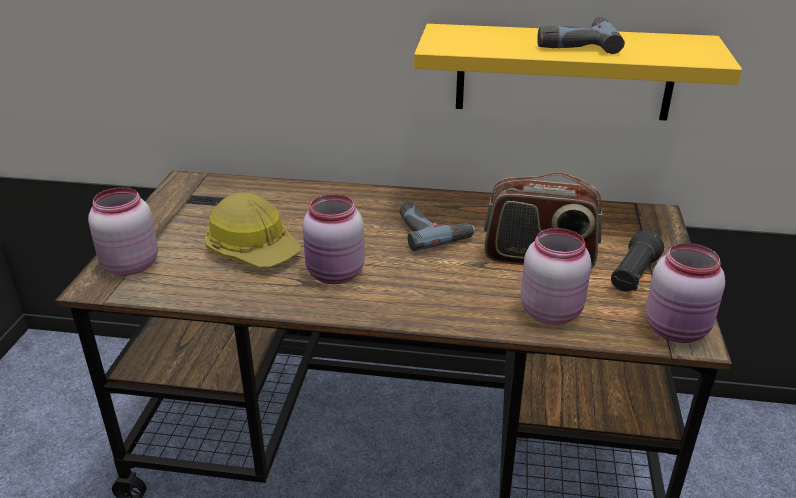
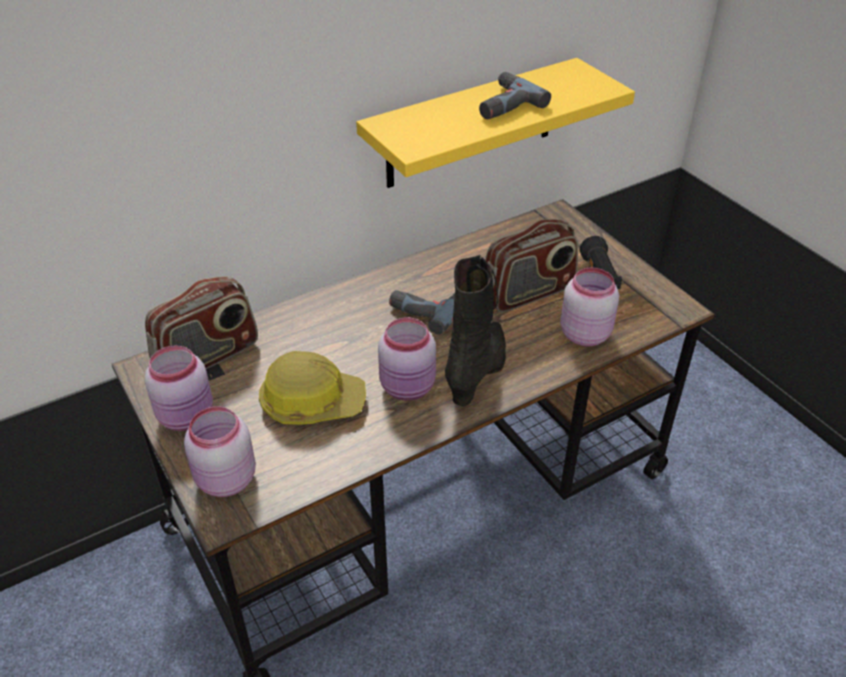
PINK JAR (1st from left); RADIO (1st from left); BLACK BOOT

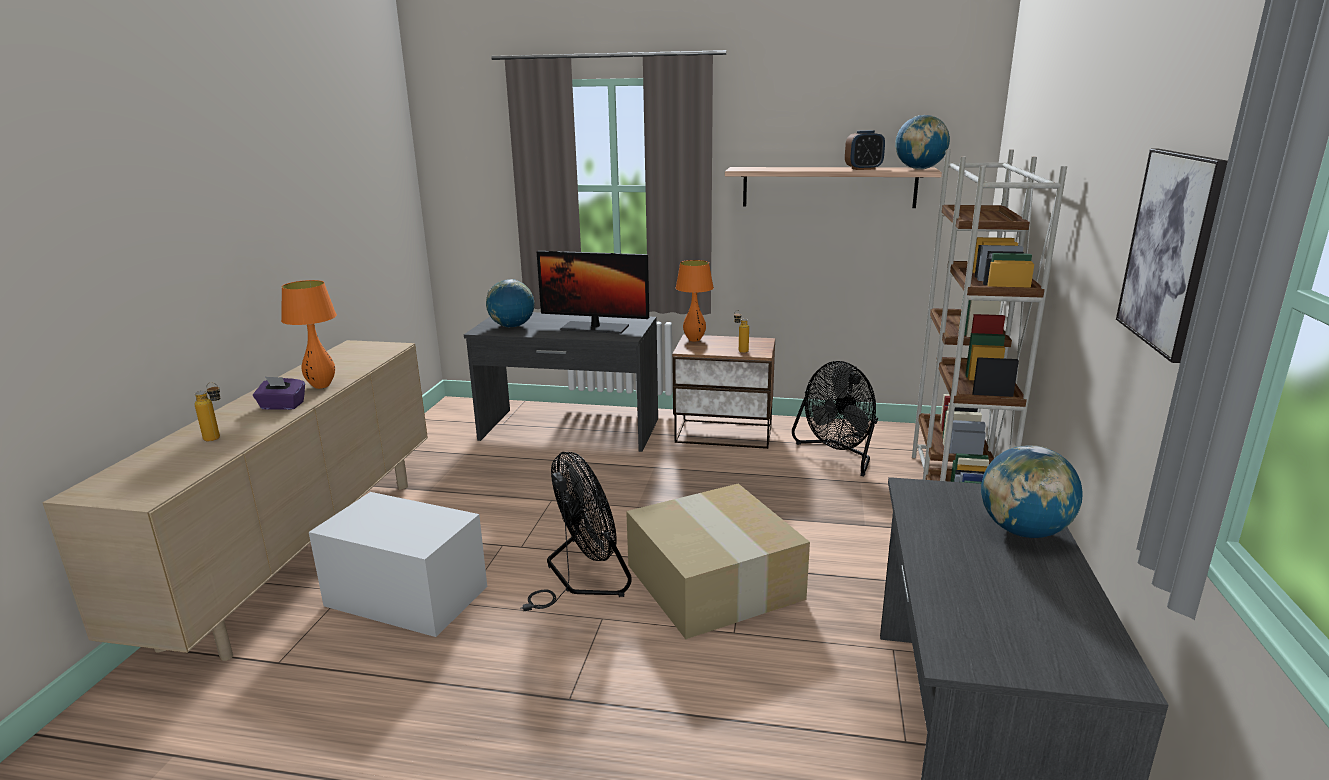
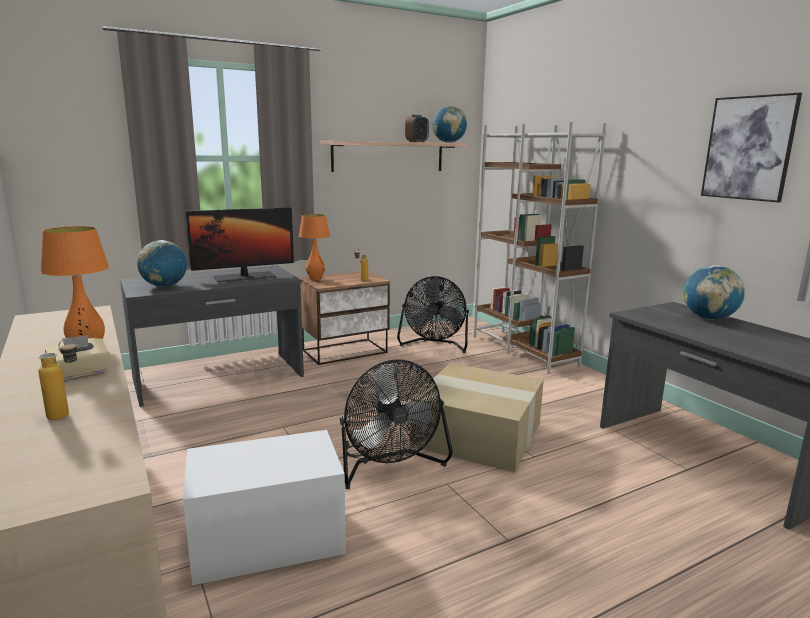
BEIGE TISSUE BOX; BLACK FAN (1st from left)

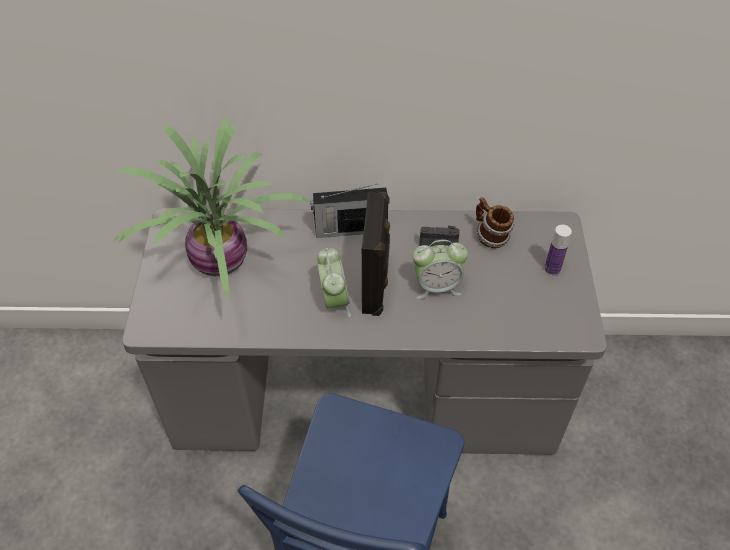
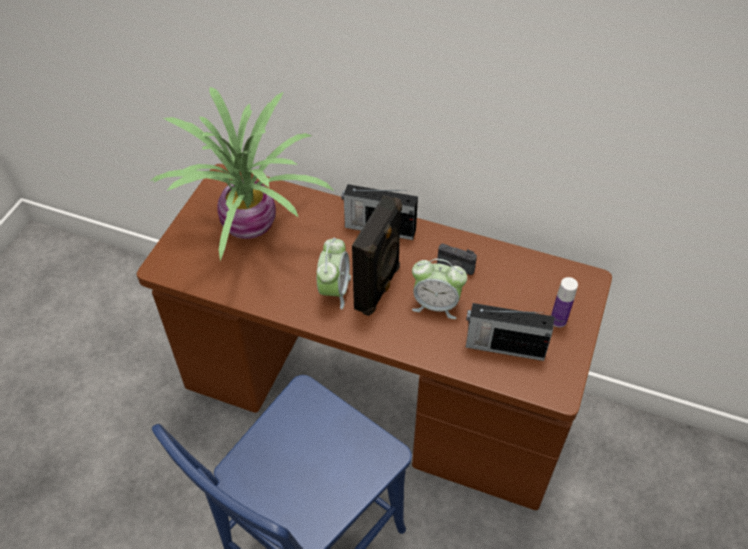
BROWN DESK; RADIO (2nd from left); MUG

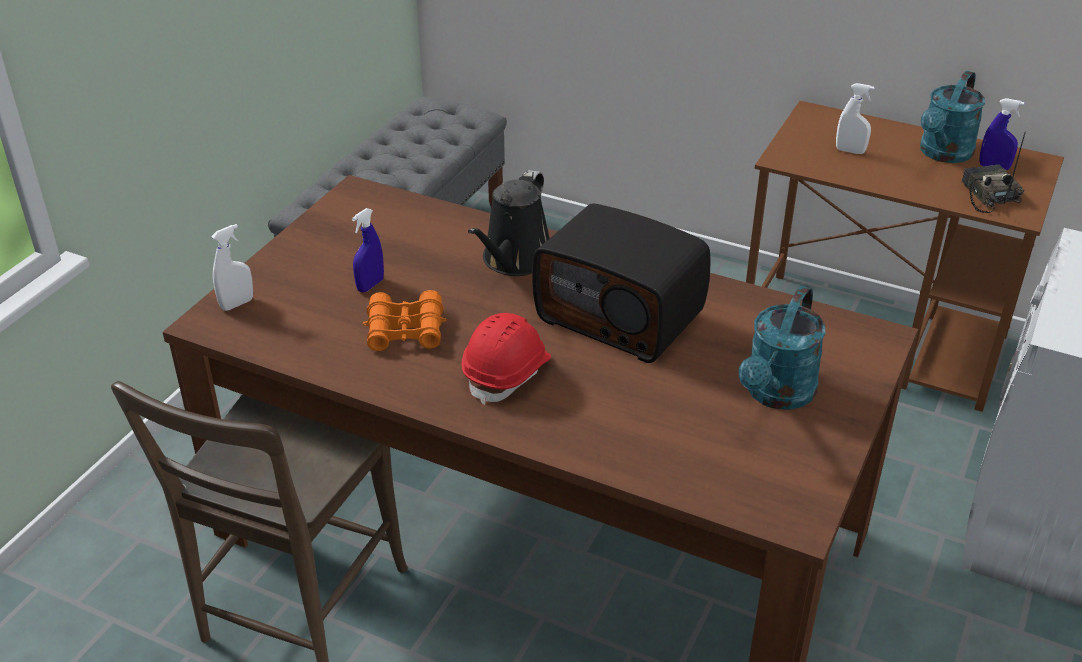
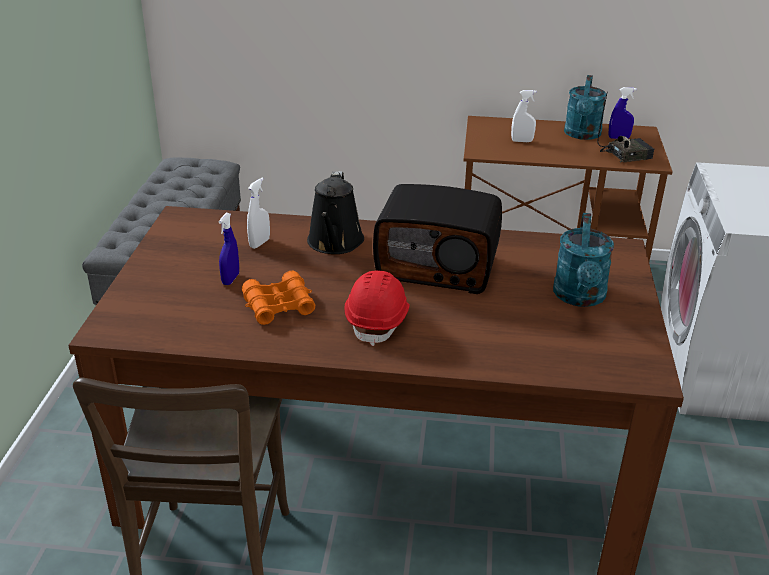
WHITE SPRAY BOTTLE (1st from left); RADIO (2nd from left)

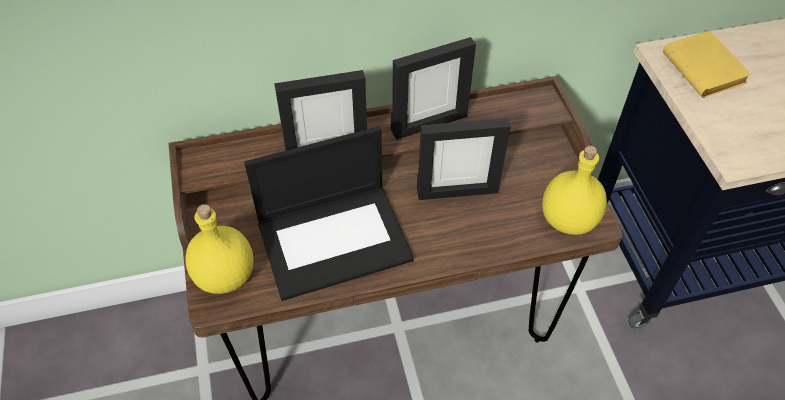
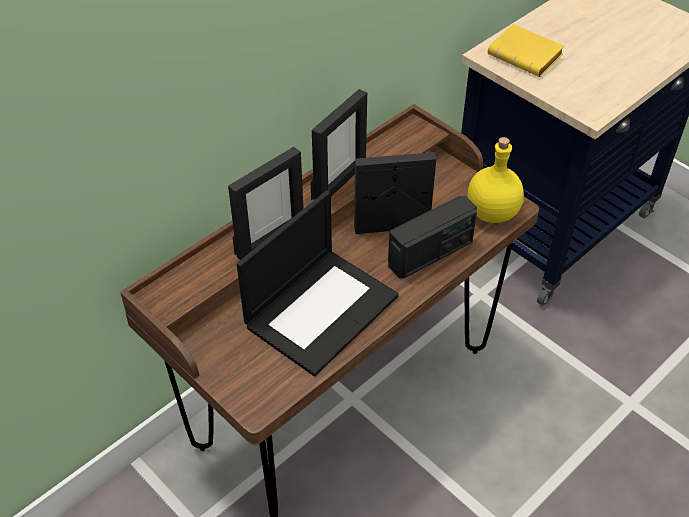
PICTURE FRAME (3rd from left); RADIO; YELLOW BOTTLE (1st from left in the first image)

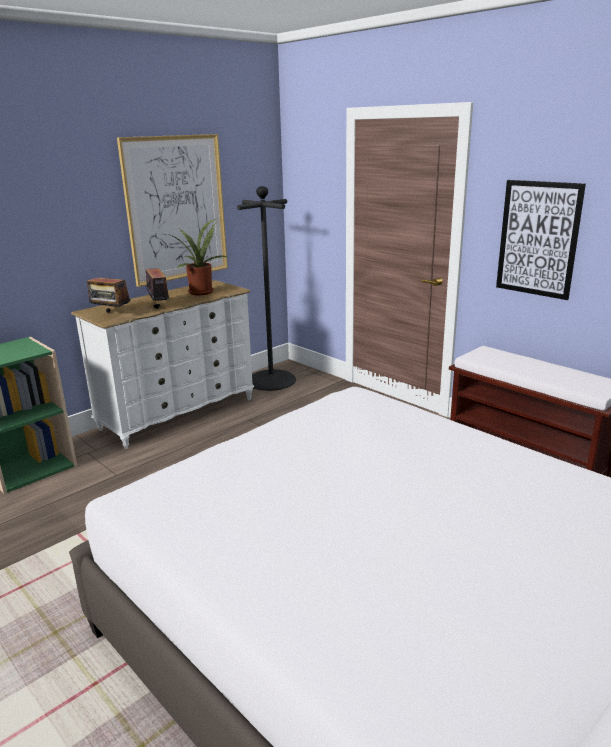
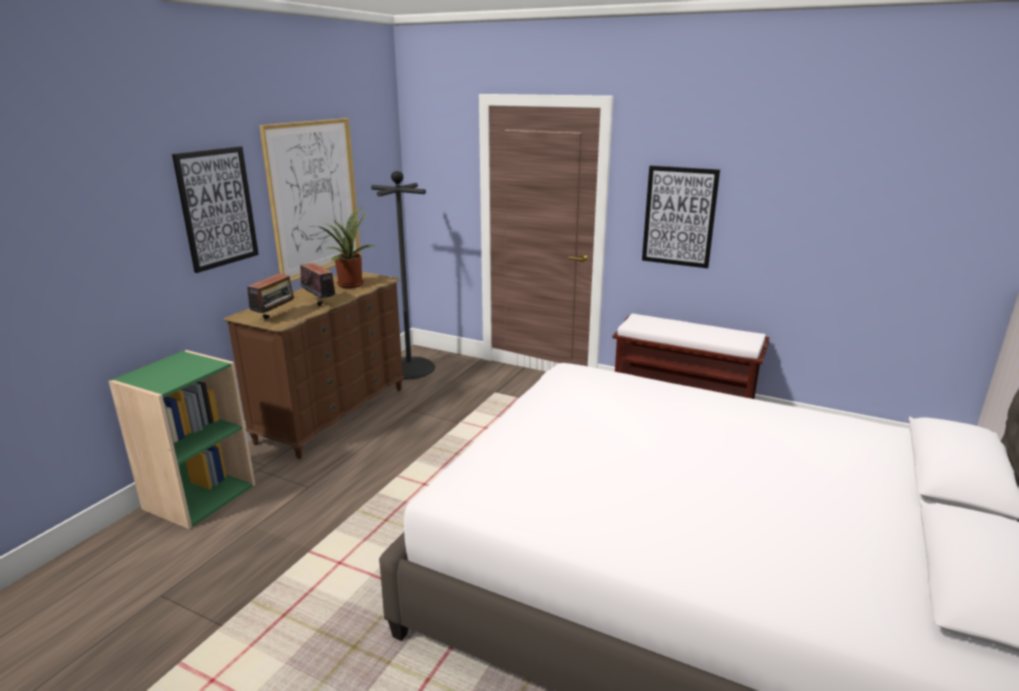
PICTURE (1st from left); BROWN DRESSER; RADIO (1st from left)

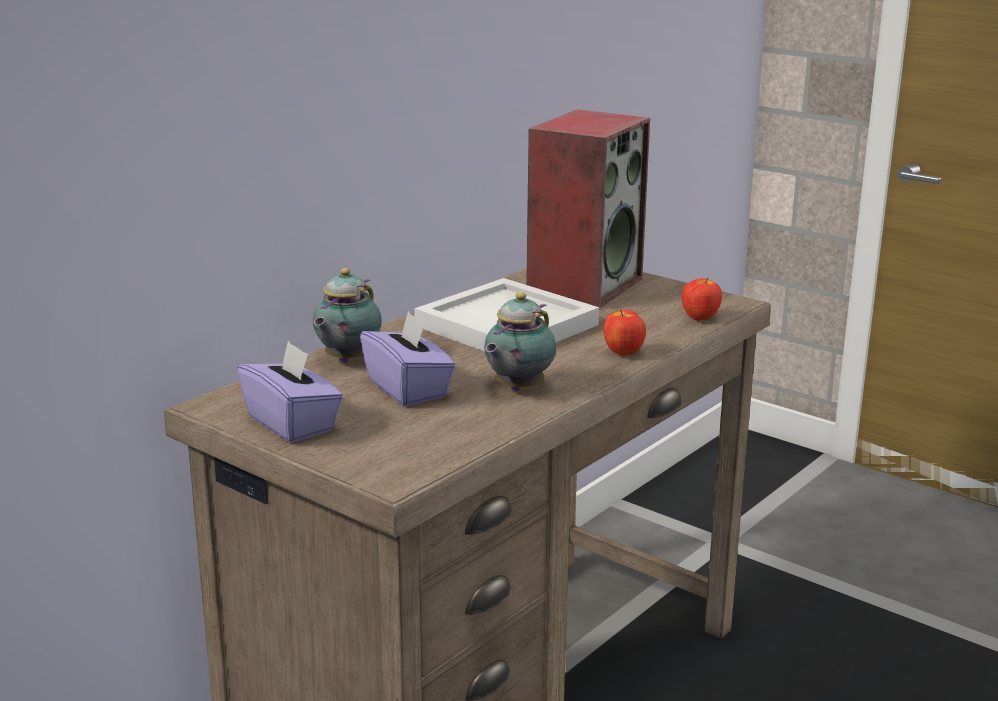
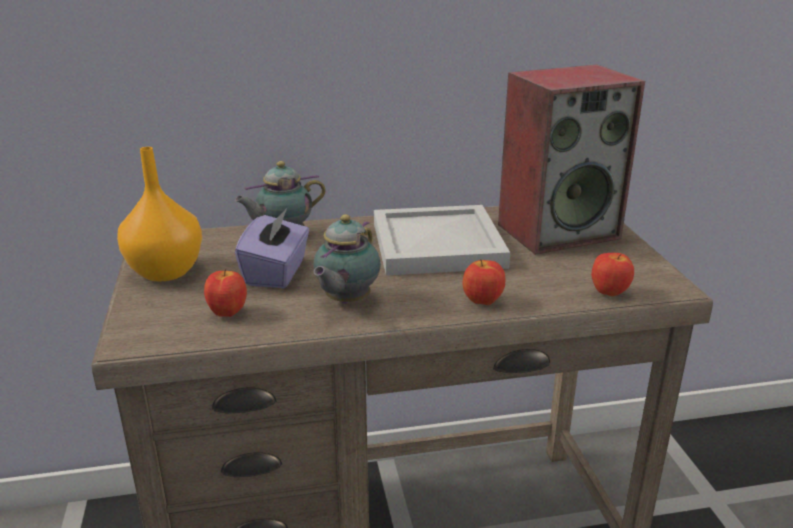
ORANGE VASE; APPLE (1st from left); TEAPOT (2nd from left)

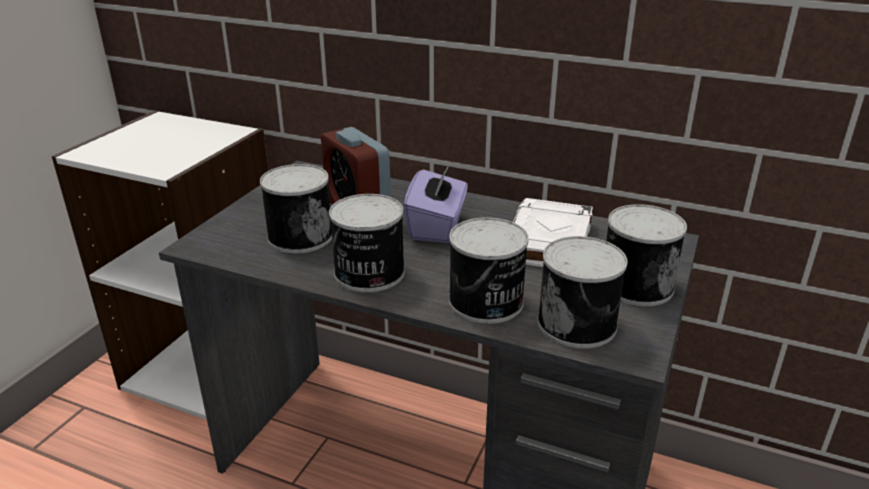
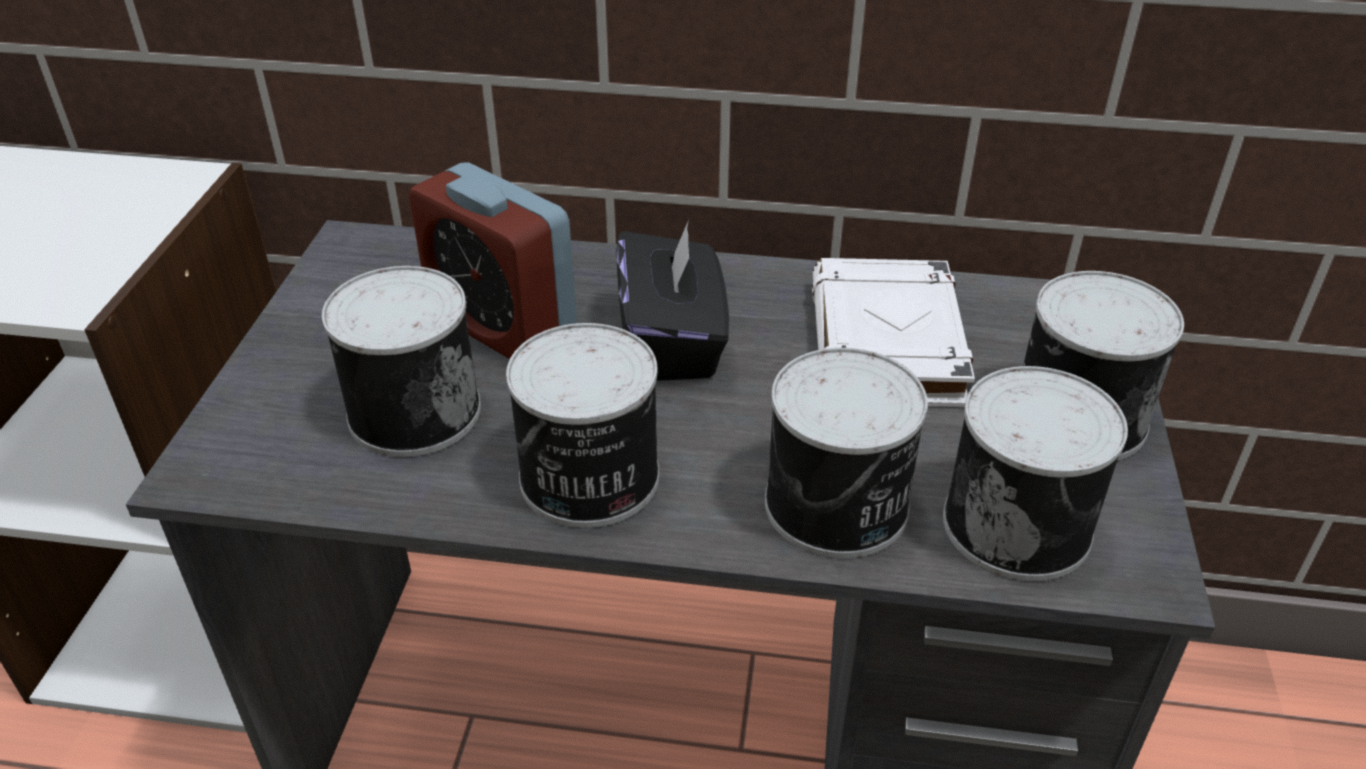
BLACK TISSUE BOX

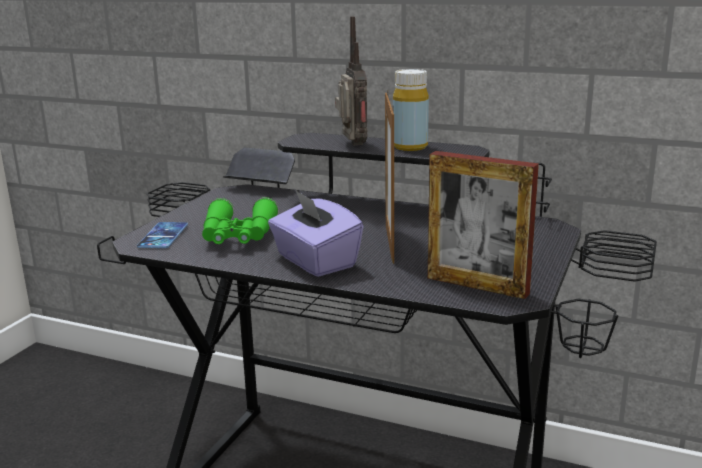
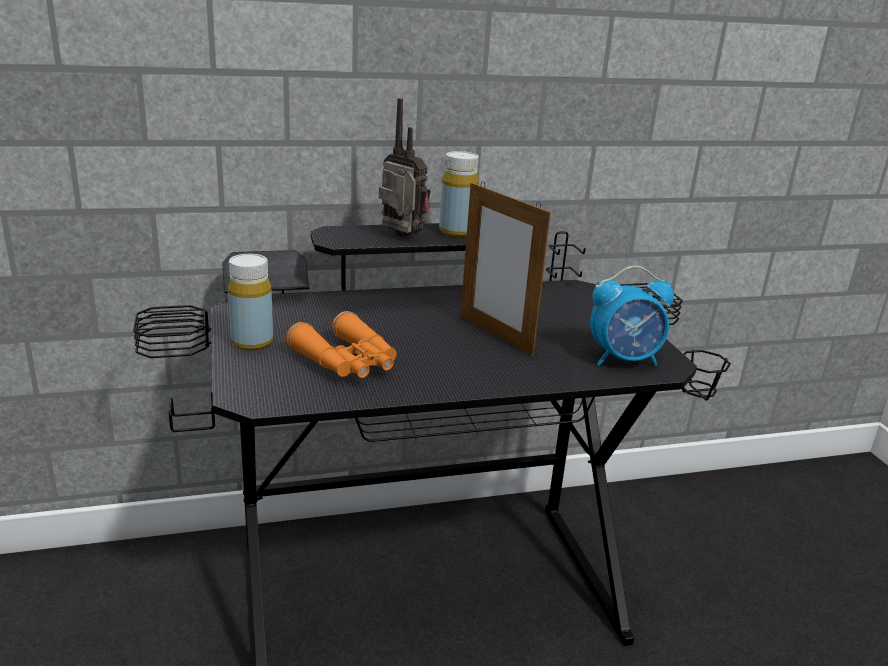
YELLOW BOTTLE (1st from left); ORANGE BINOCULARS; ALARM CLOCK; PHONE; PURPLE TISSUE BOX

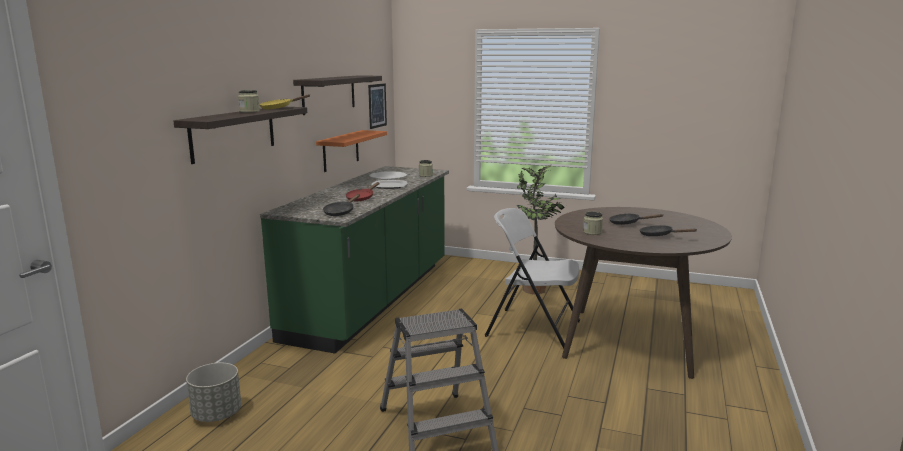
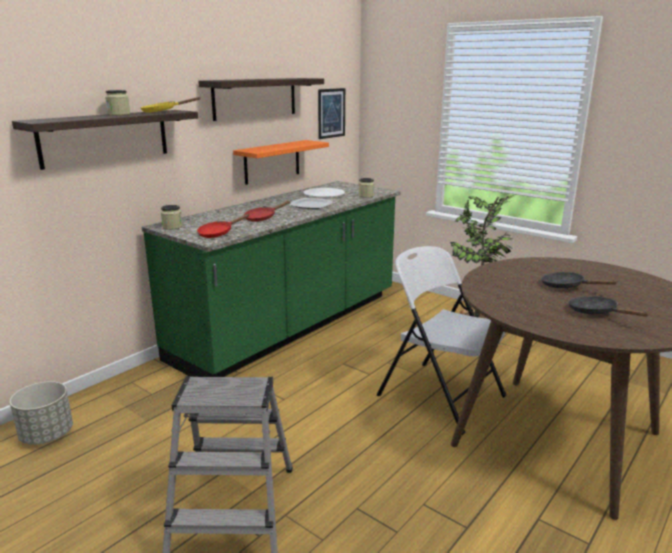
JAR (2nd from left); RED FRYING PAN (1st from left)

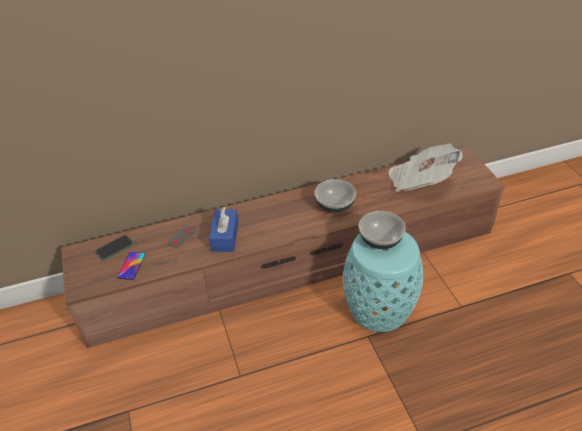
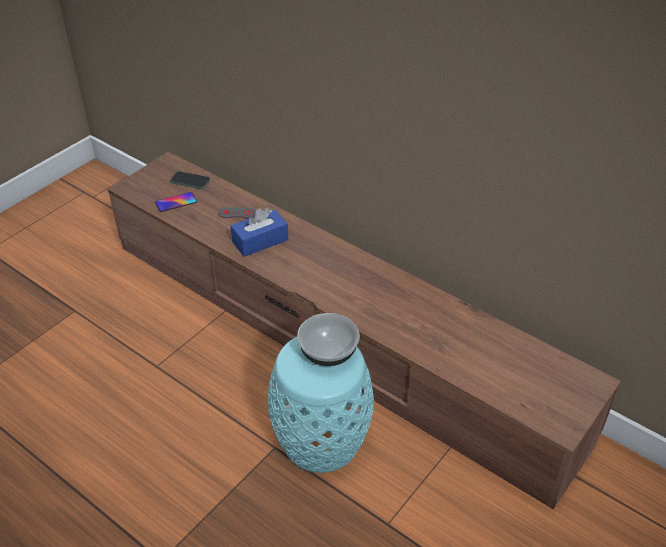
BOWL (1st from left in the first image); NEWSPAPER

